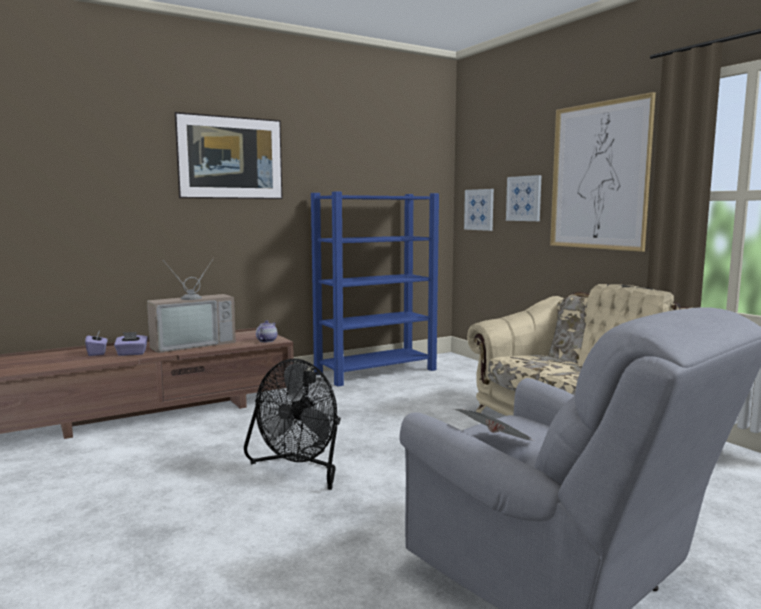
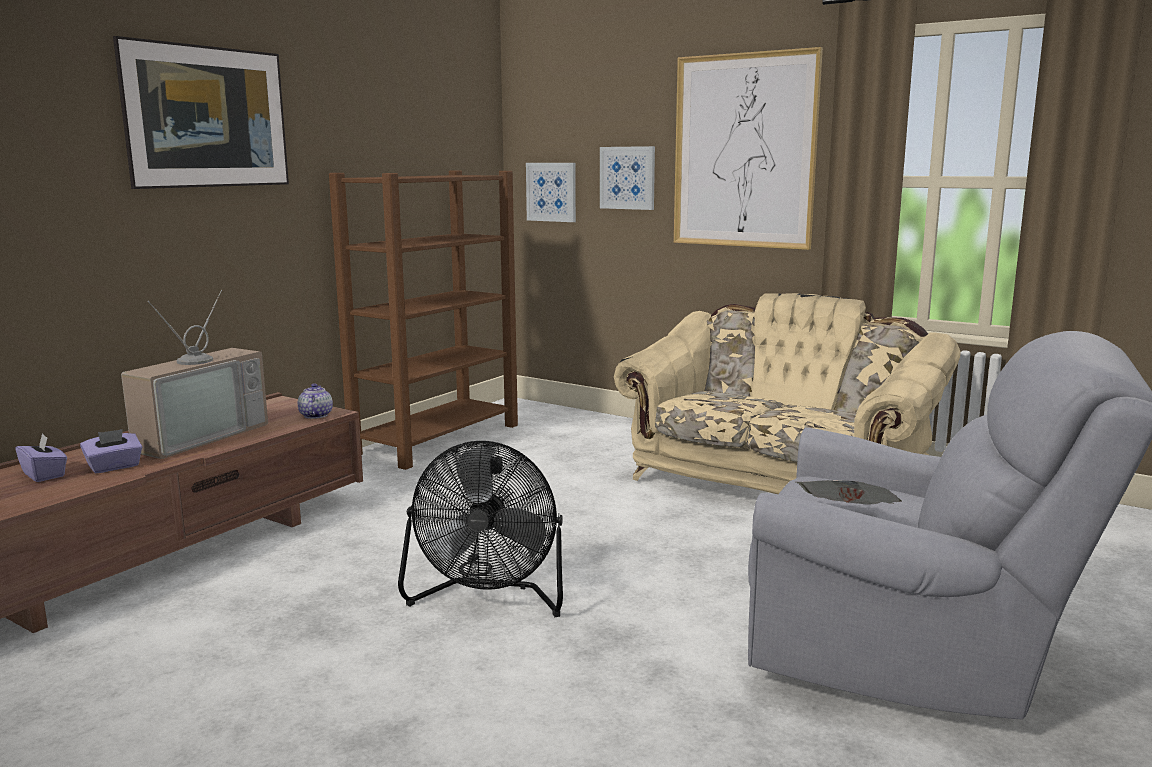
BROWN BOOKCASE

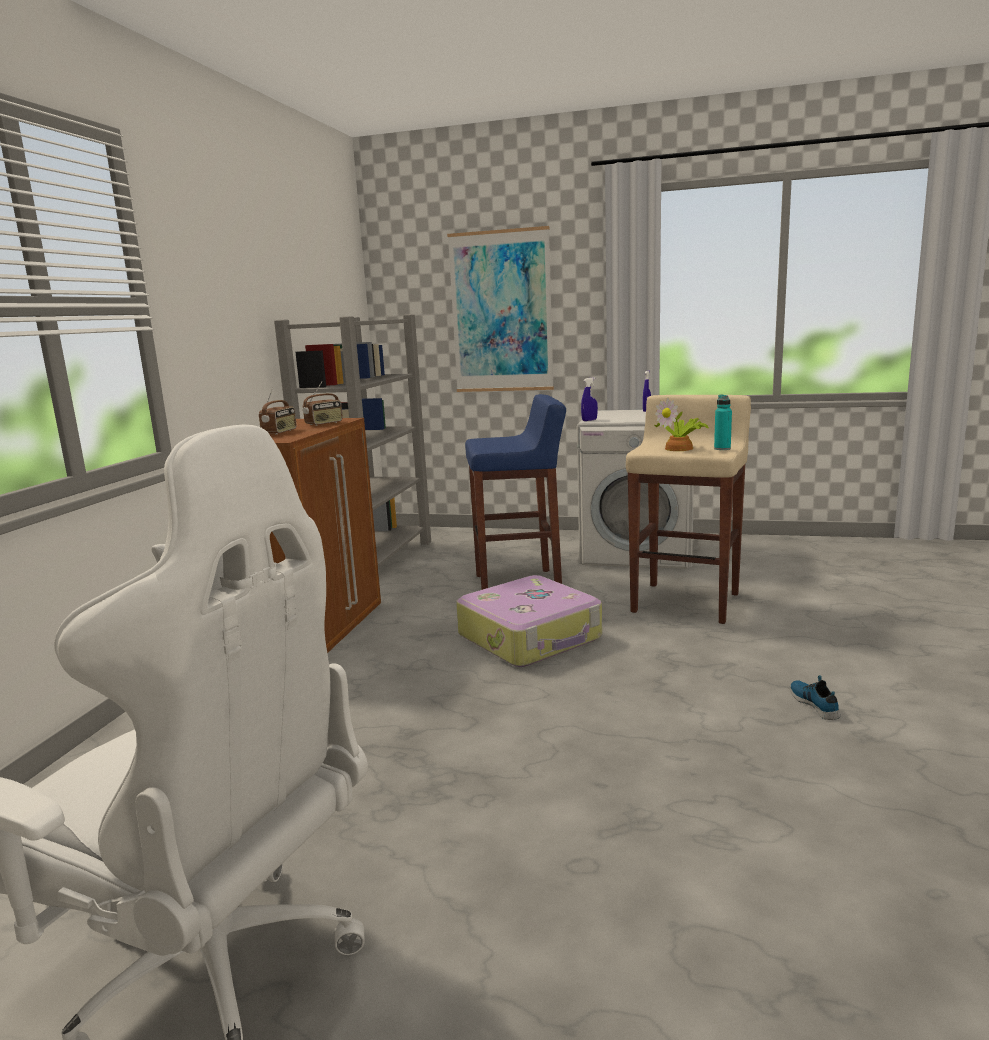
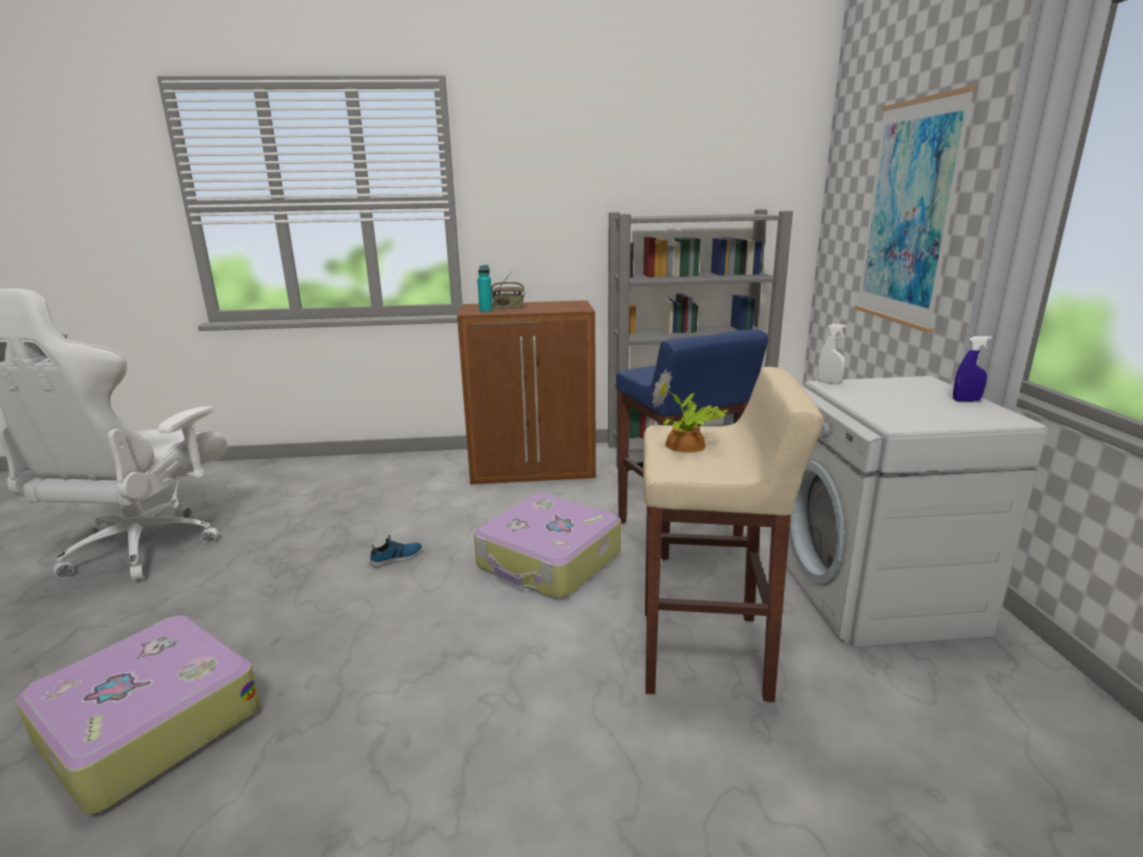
SUITCASE (1st from left); SHOE; TURQUOISE BOTTLE; WHITE SPRAY BOTTLE; RADIO (2nd from left in the first image)

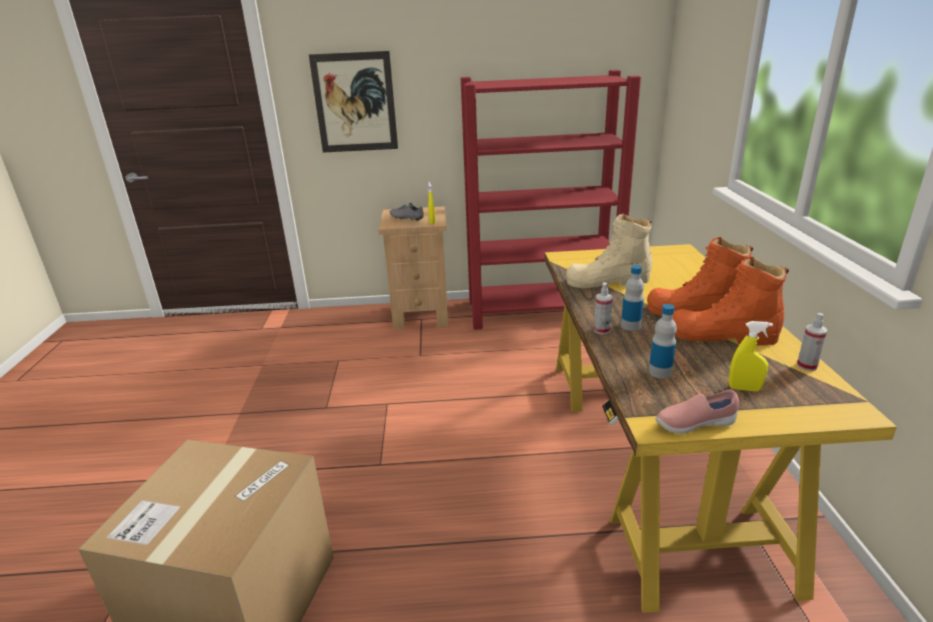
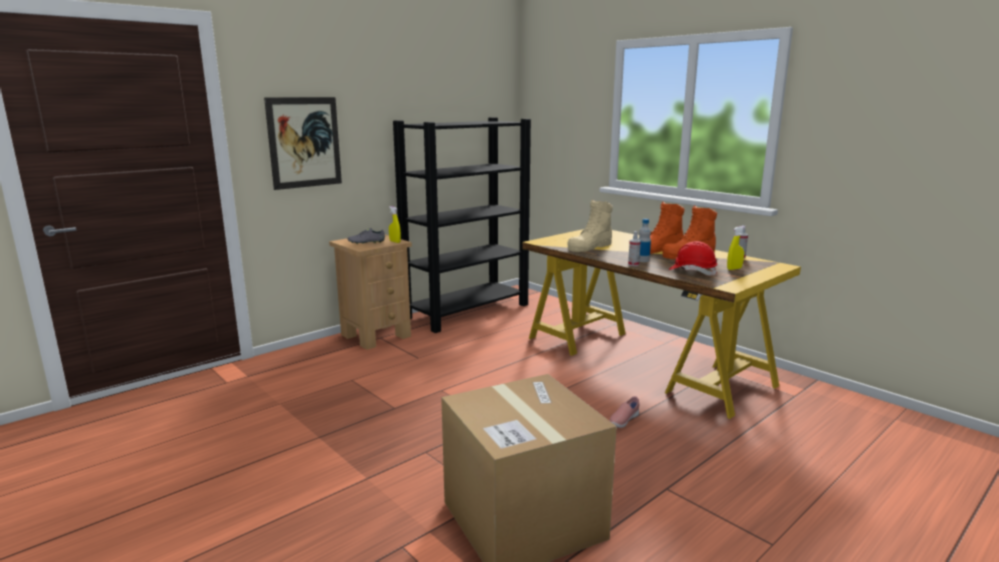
BLACK BOOKCASE; PINK SHOE; RED HARD HAT

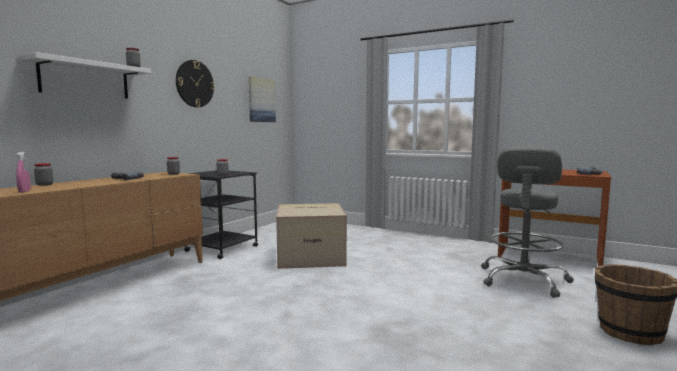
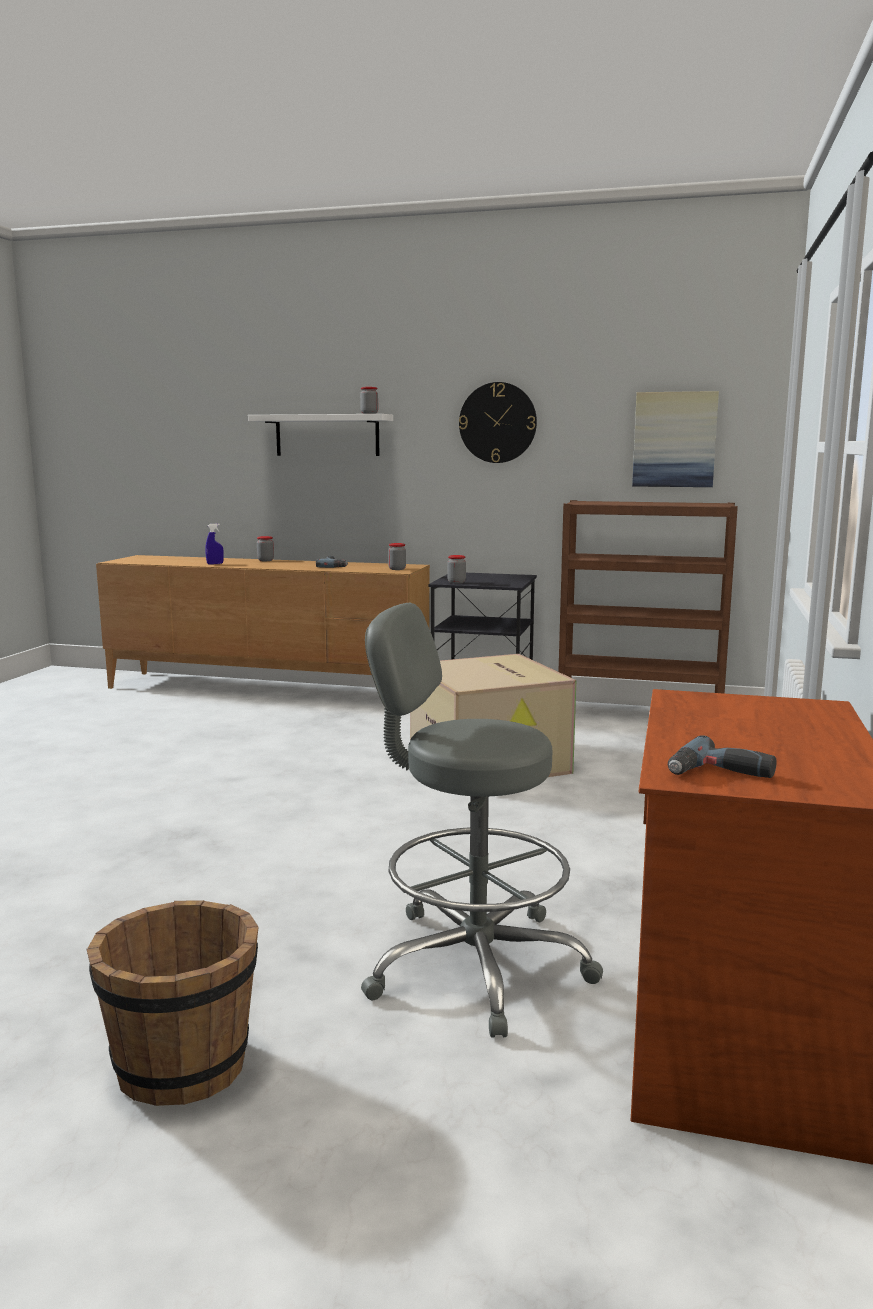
BLUE SPRAY BOTTLE; BROWN BOOKCASE

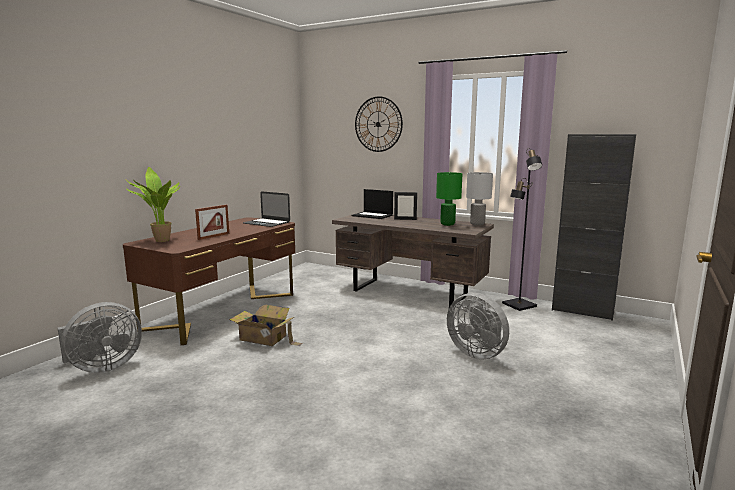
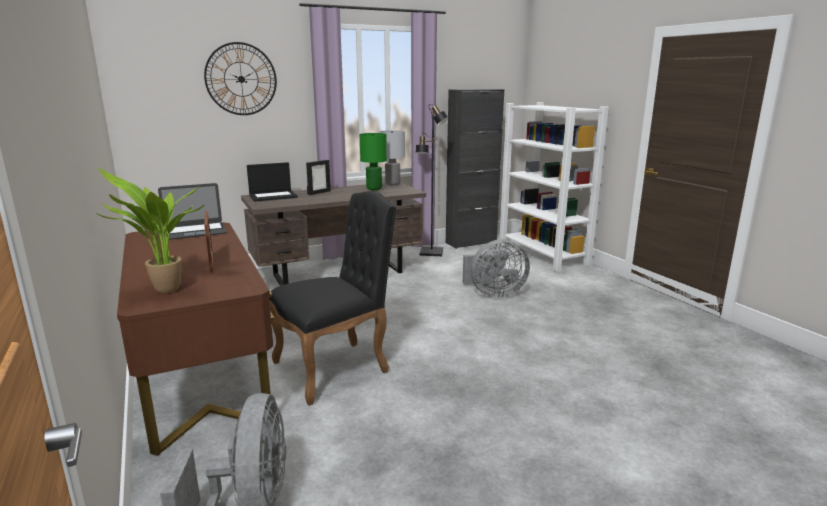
BLACK CHAIR; WHITE BOOKCASE

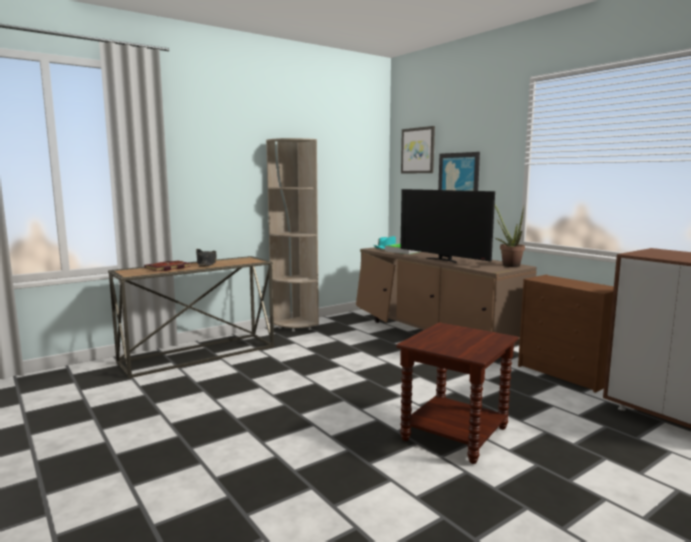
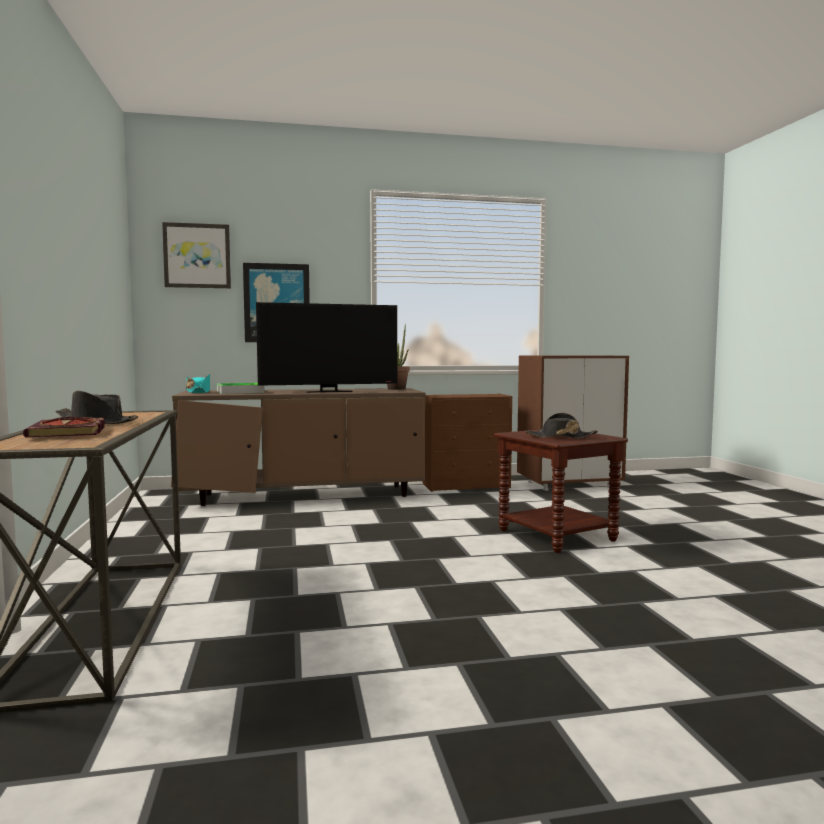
BLACK HAT (2nd from left); BEIGE BOOKCASE

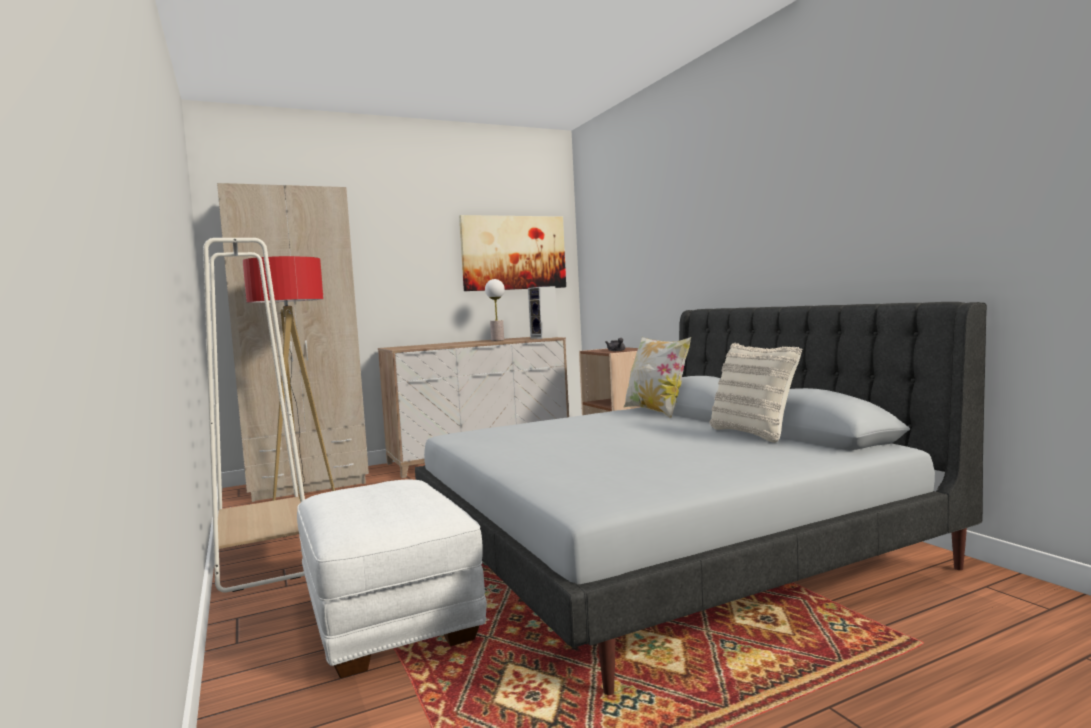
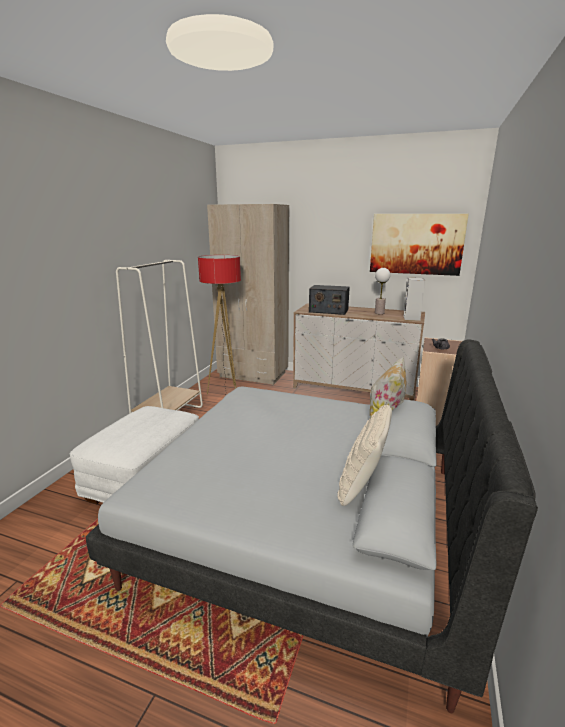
RADIO

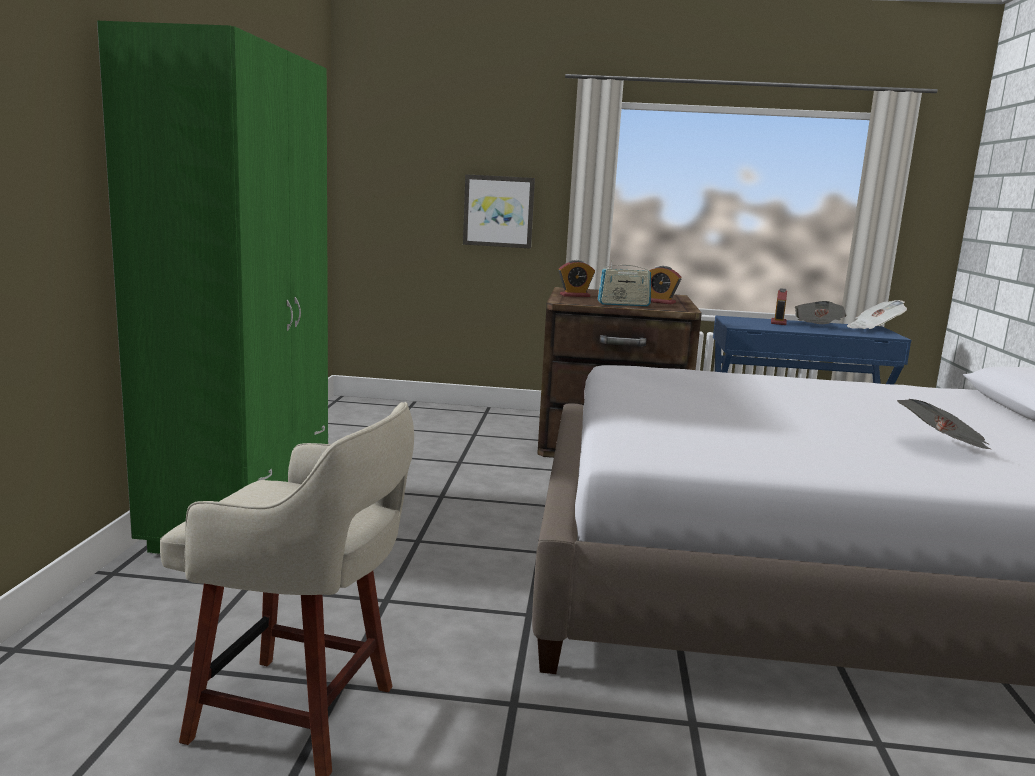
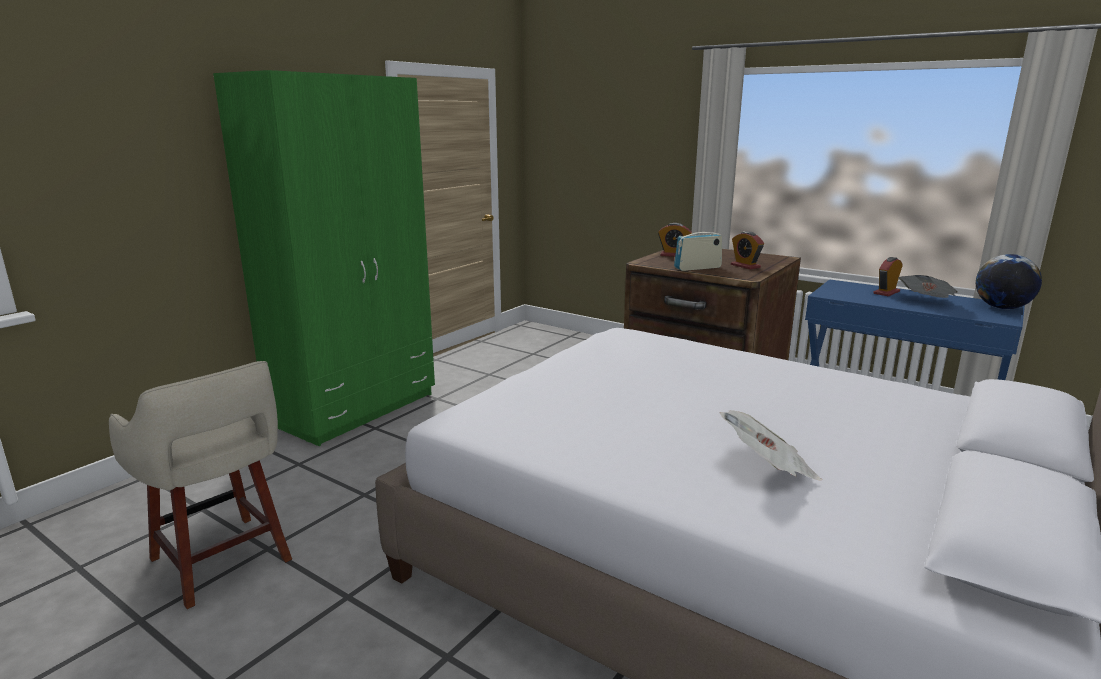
RADIO; GLOBE; PICTURE

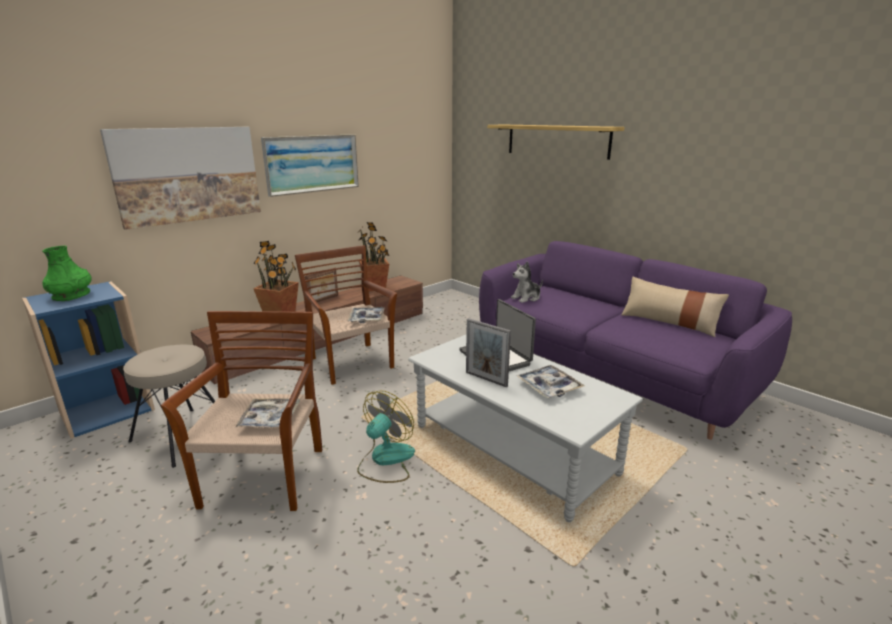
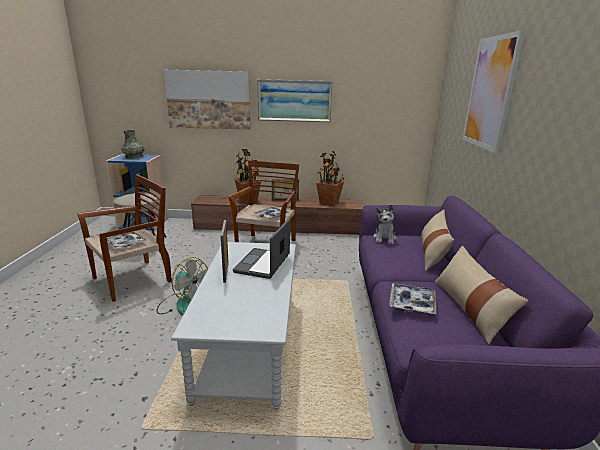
GREY VASE; FAN; PLUSH TOY; TRAY (3rd from left); BEIGE PILLOW (1st from left); PICTURE (3rd from left)

